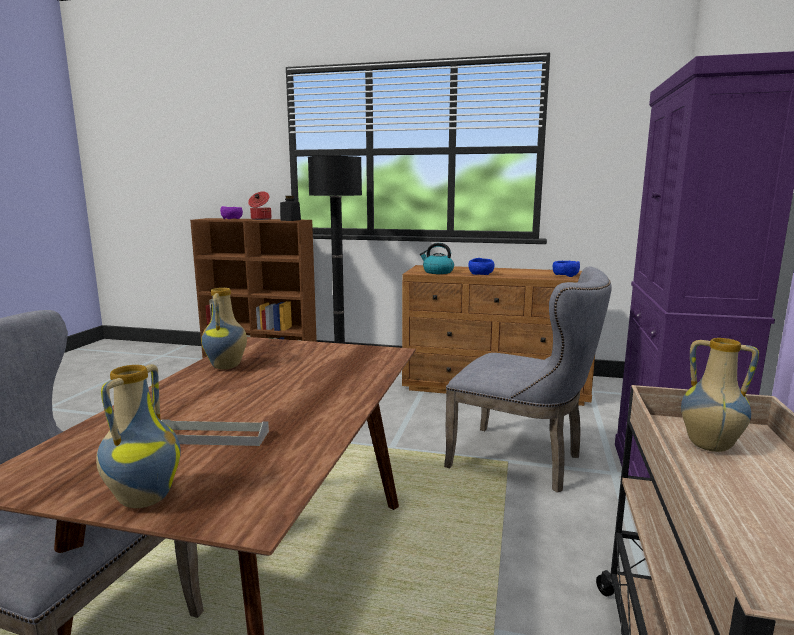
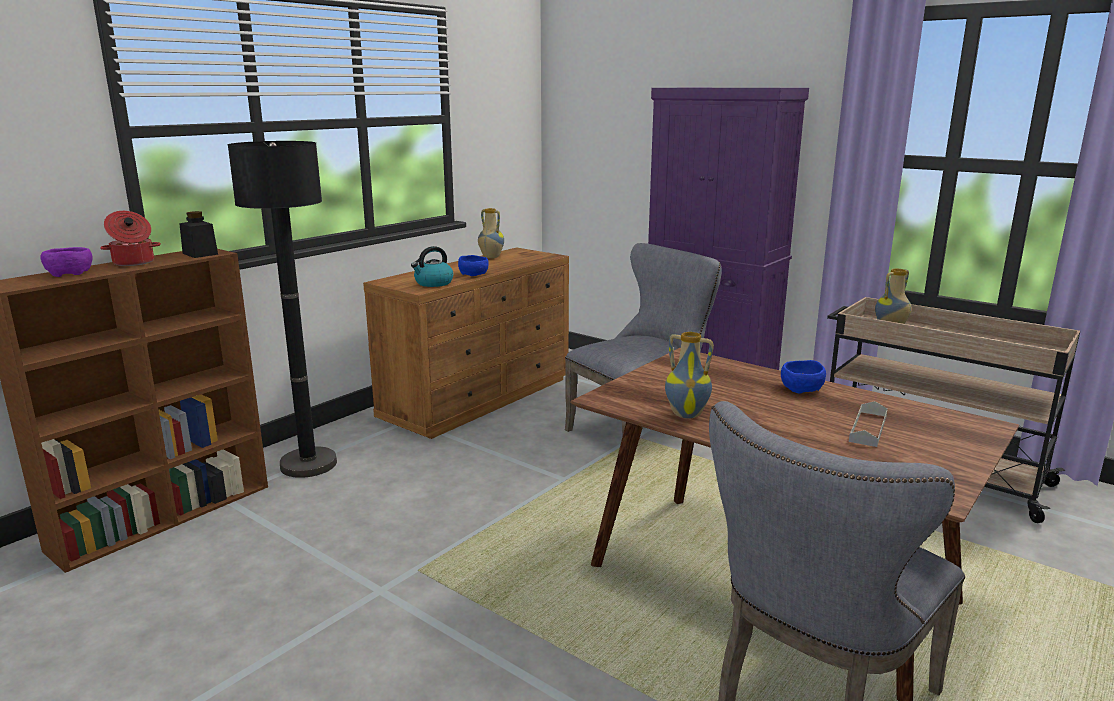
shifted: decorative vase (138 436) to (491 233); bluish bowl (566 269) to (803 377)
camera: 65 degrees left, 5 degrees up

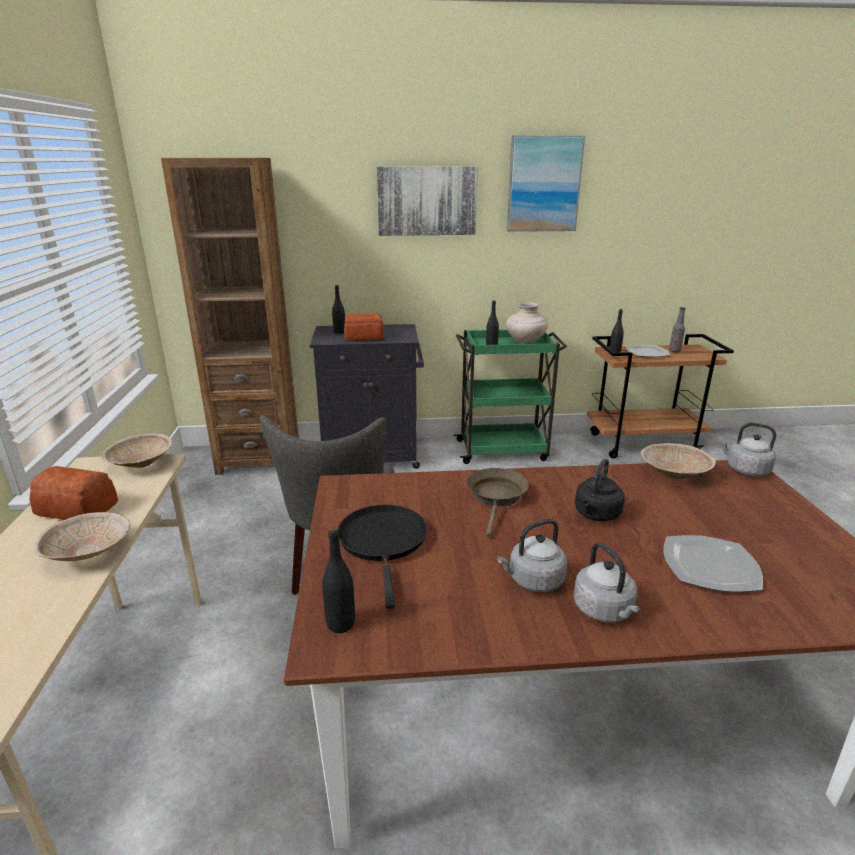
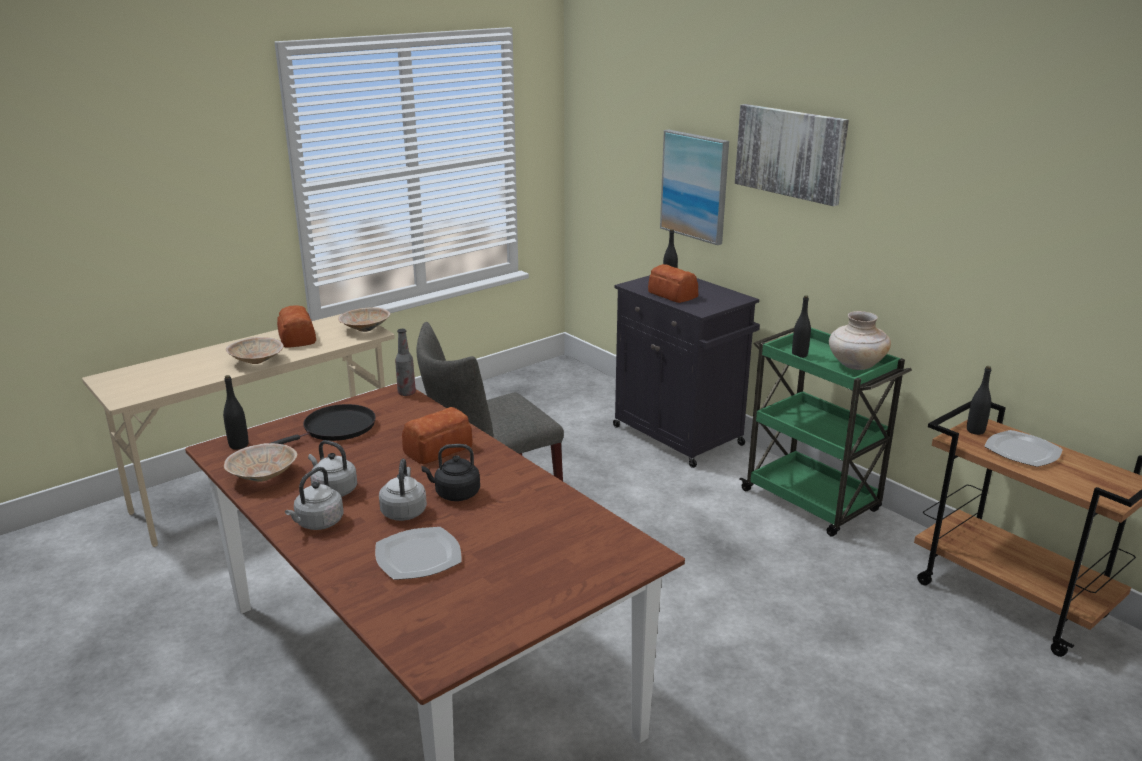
gone: brown shelving unit (230 316)
shifted: beige bowl (678 461) to (261 462); greyish kettle (747 450) to (403 490); drink bottle (677 329) to (405 362); wall picture (546 183) to (694 187)
swapped: brown skillet (498 502) to baked bread (437 435)
camera: 55 degrees right, 0 degrees up

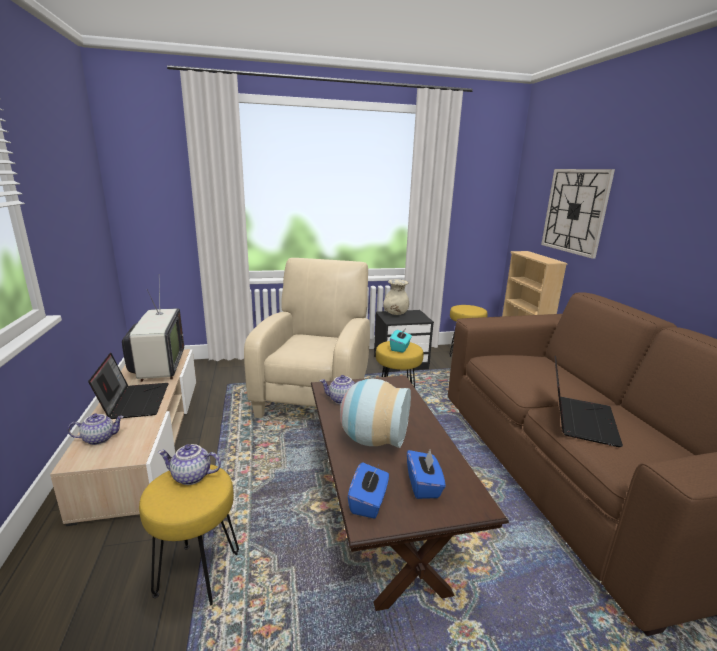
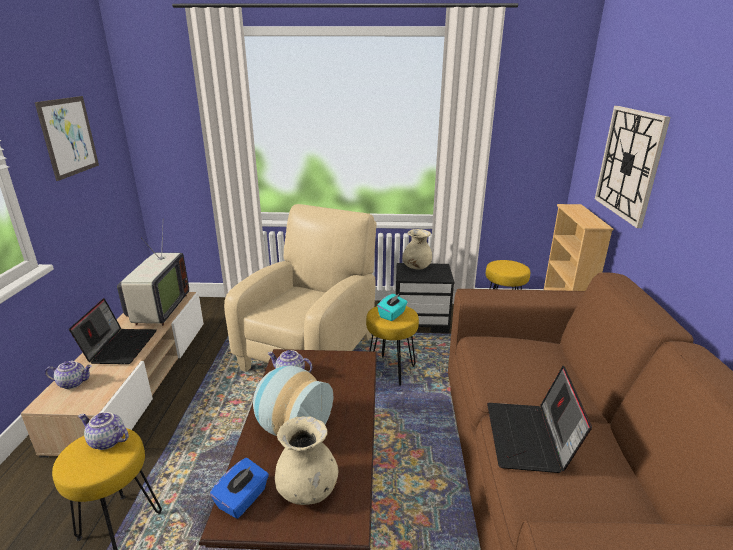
new: wall picture (67 138)
swapped: bluish tissue box (426 474) to beige decorative vase (306 460)
rotated: laptop (589 401) = (539 419) 150 degrees clockwise
camera: 15 degrees right, 5 degrees up

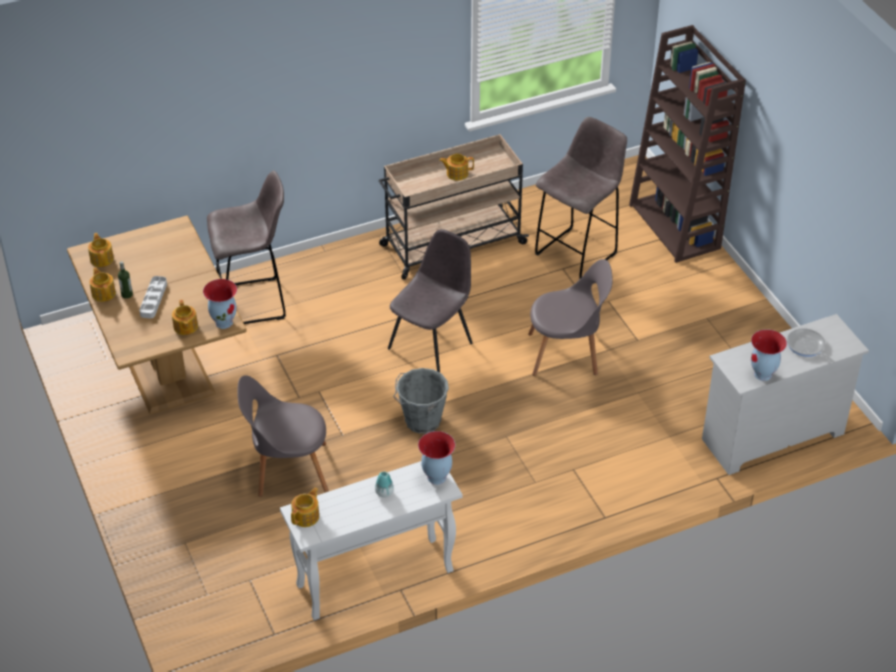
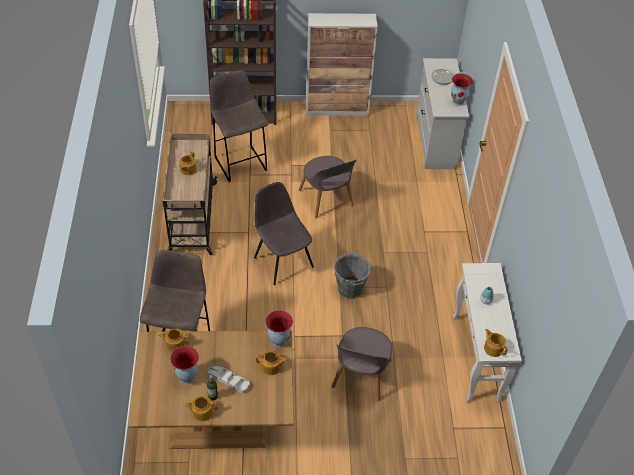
new: storage cabinet (342 64)
shifted: teapot (101 250) to (174 340); decorative vase (436 458) to (184 365)
rotated: greyish chair (570 317) = (328 187) 135 degrees clockwise
camera: 70 degrees left, 5 degrees up

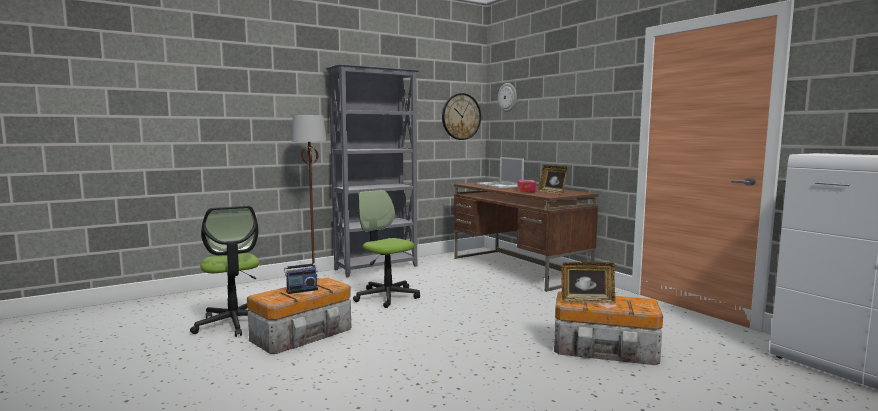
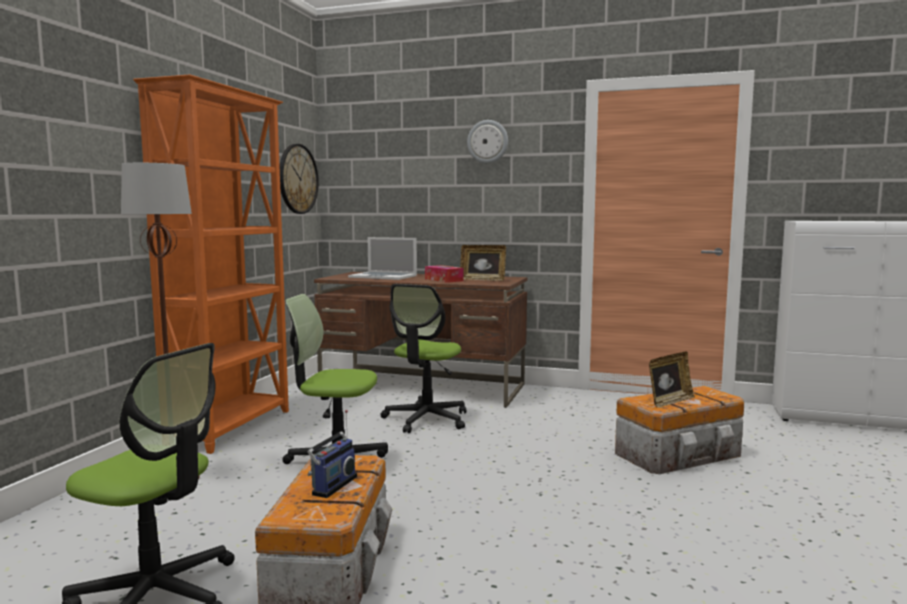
new: computer chair (423 358)
shifted: hanging clock (507 97) to (487 141)
repainted: greyish shelving unit (373 170) to orange shelving unit (211 264)
camera: 40 degrees left, 0 degrees up

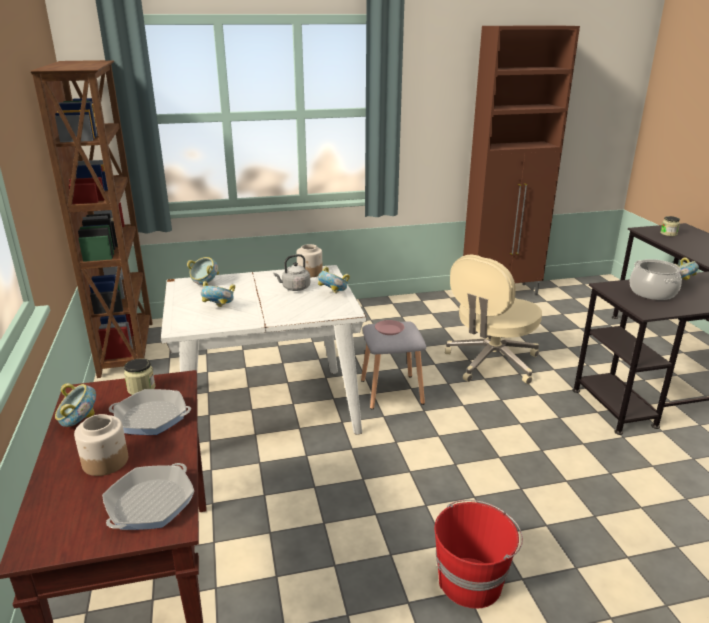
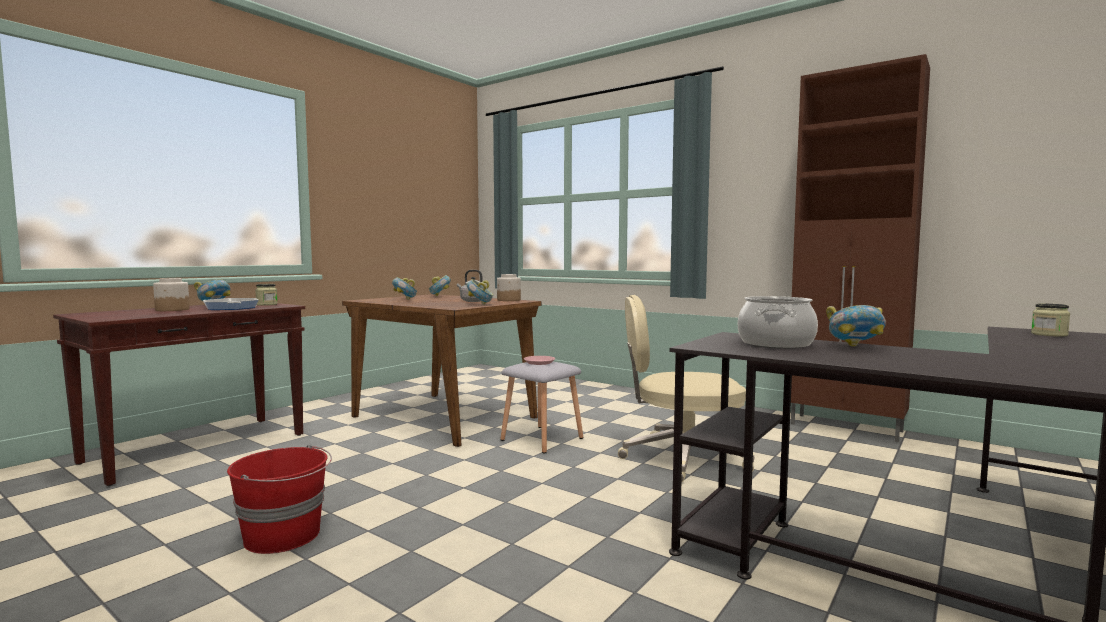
gone: brown shelving unit (91 219); skillet (148 496)
repainted: white-coloured dining table (264 350) to brown dining table (441 370)
camera: 50 degrees right, 20 degrees down

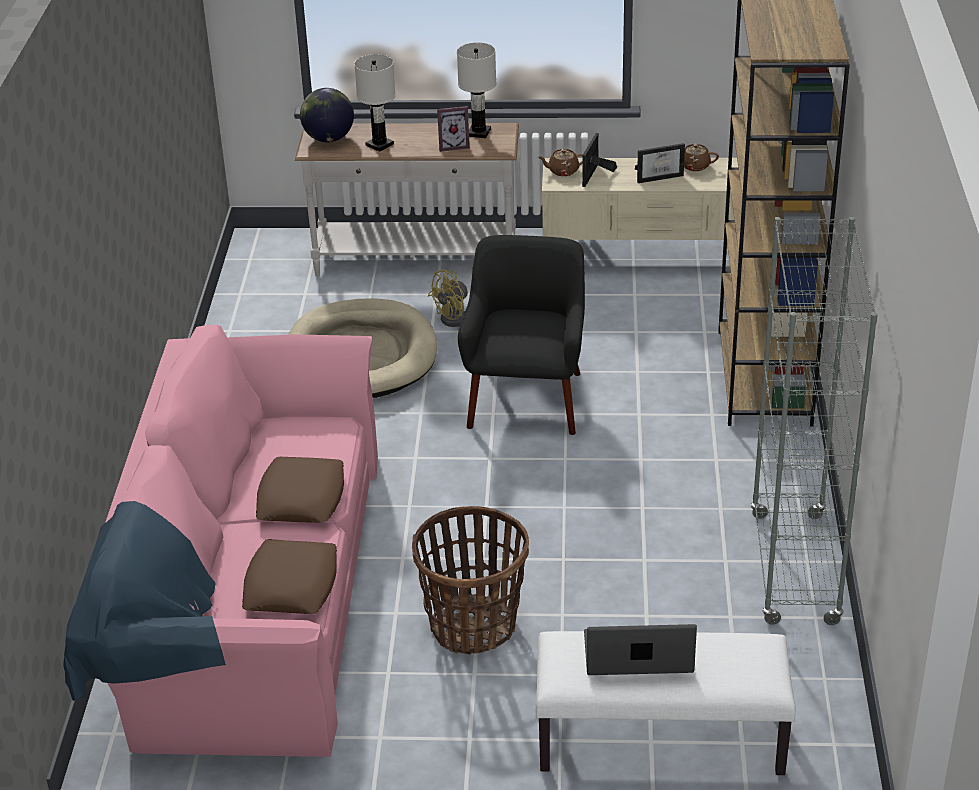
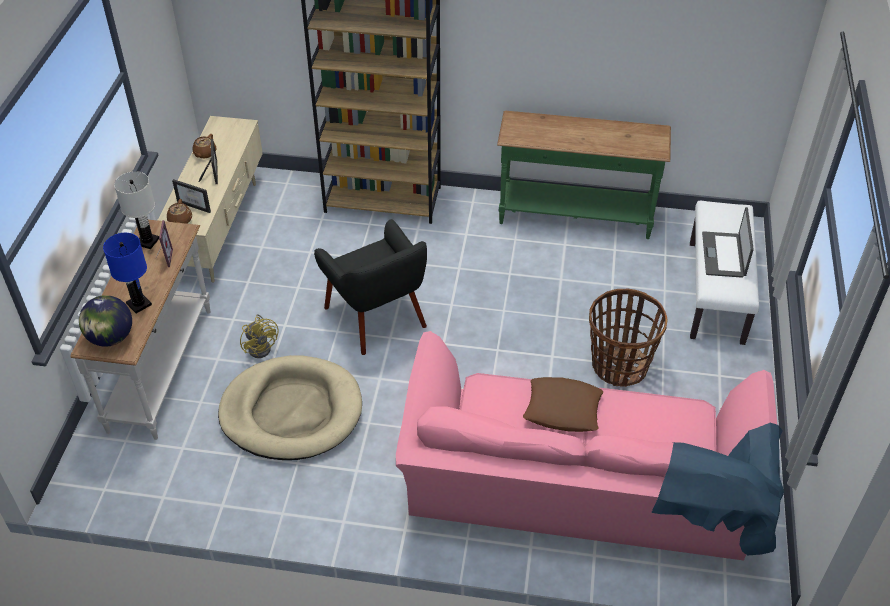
gone: brown throw pillow (289 576)
swapped: greyish shelving unit (814 421) to greenish narrow table (584 175)
repainted: white-coloured lamp for a table (375 103) to bluish lamp for a table (127 273)
rotated: black-coloured lounge chair (521 335) = (370 287) 135 degrees counterclockwise
camera: 85 degrees left, 10 degrees up

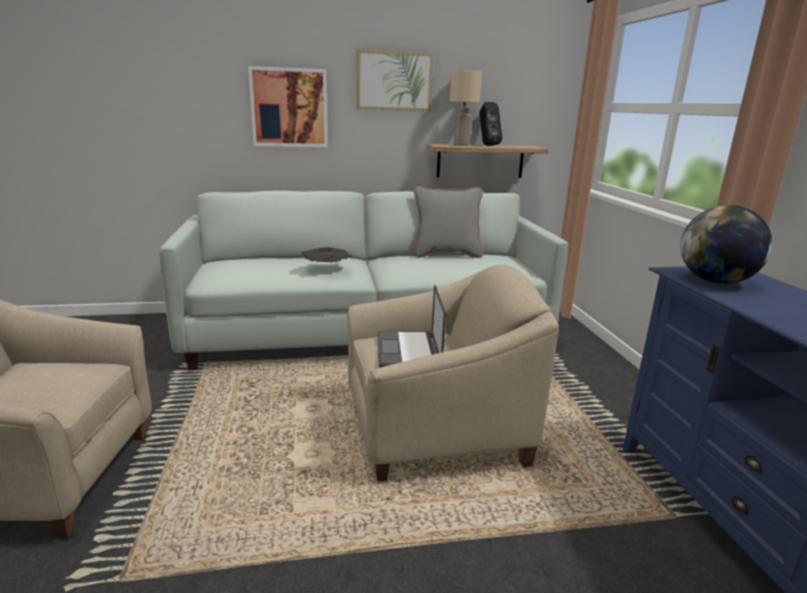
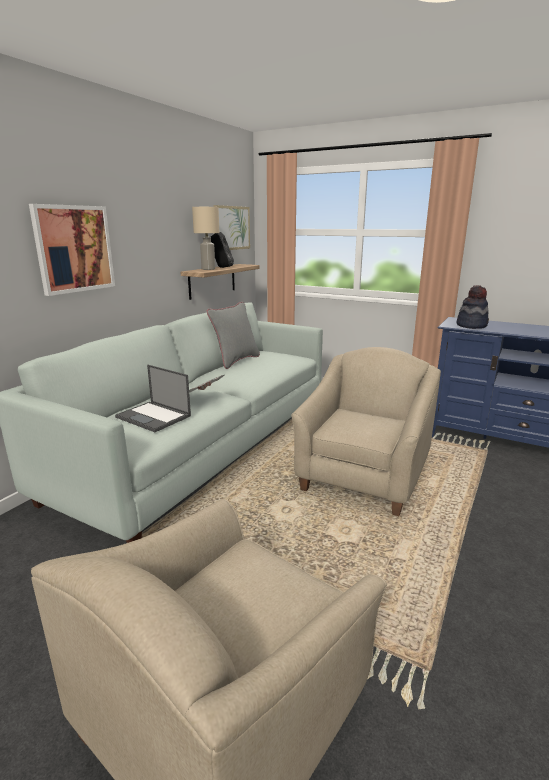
shifted: laptop (412 326) to (153 398); wall picture (395 80) to (231 227)
swapped: globe (726 244) to hat (473 307)
camera: 50 degrees left, 0 degrees up

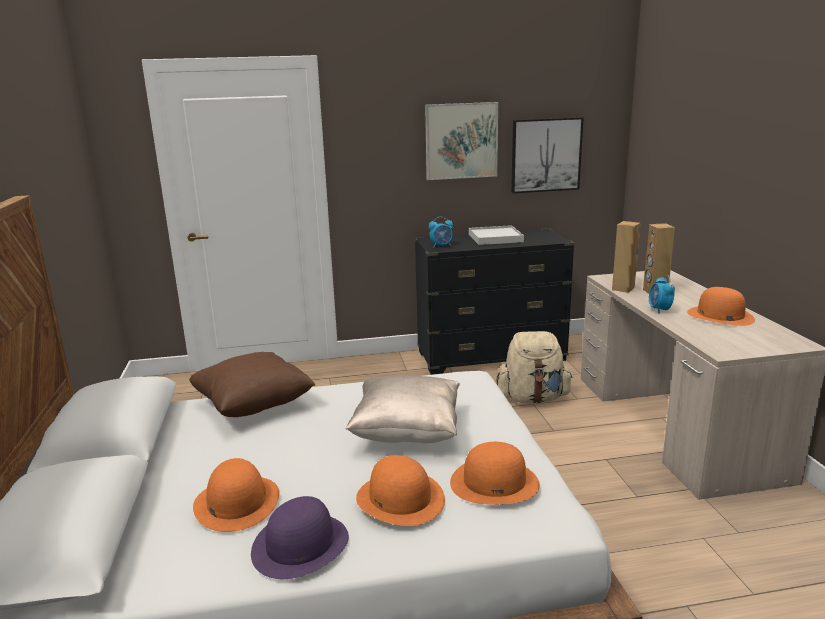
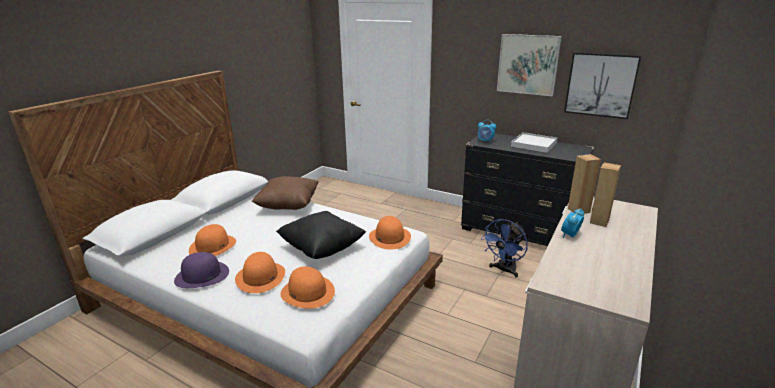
shifted: orange hat (721 306) to (390 233)
swapped: beige rucksack (534 367) to bluish fan (504 248)
repainted: beige throw pillow (402 409) to black-coloured throw pillow (321 235)
camera: 40 degrees right, 5 degrees up

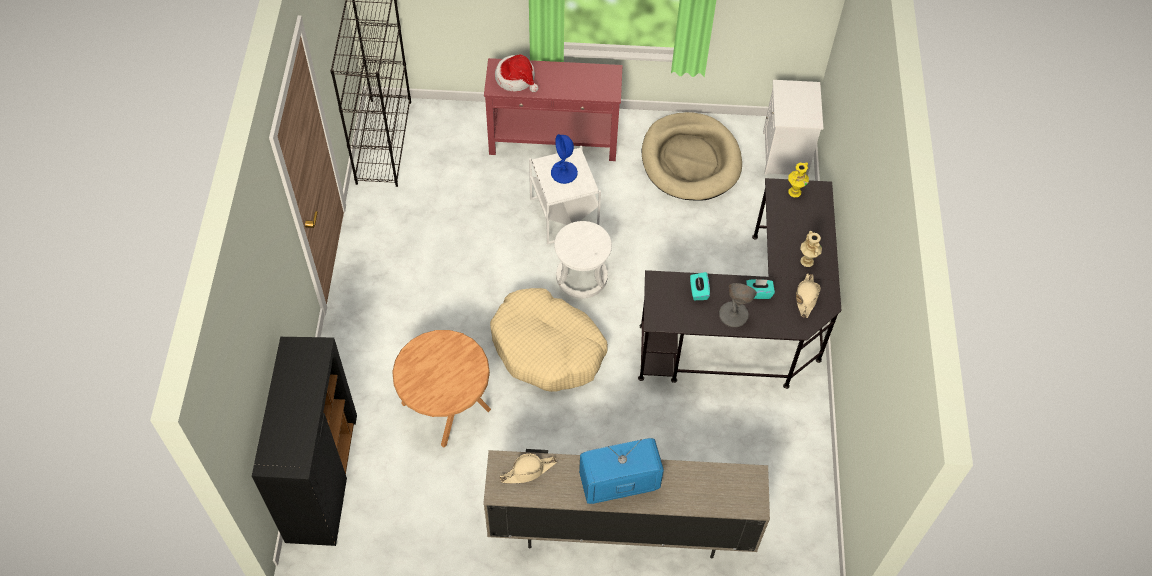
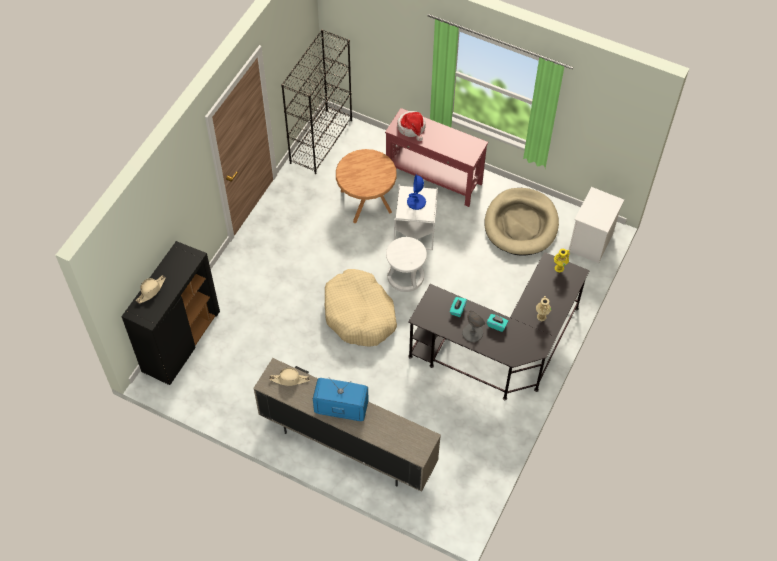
shifted: beige hat (808 295) to (151 289); brown end table (441 389) to (366 186)
camera: 25 degrees right, 0 degrees up

